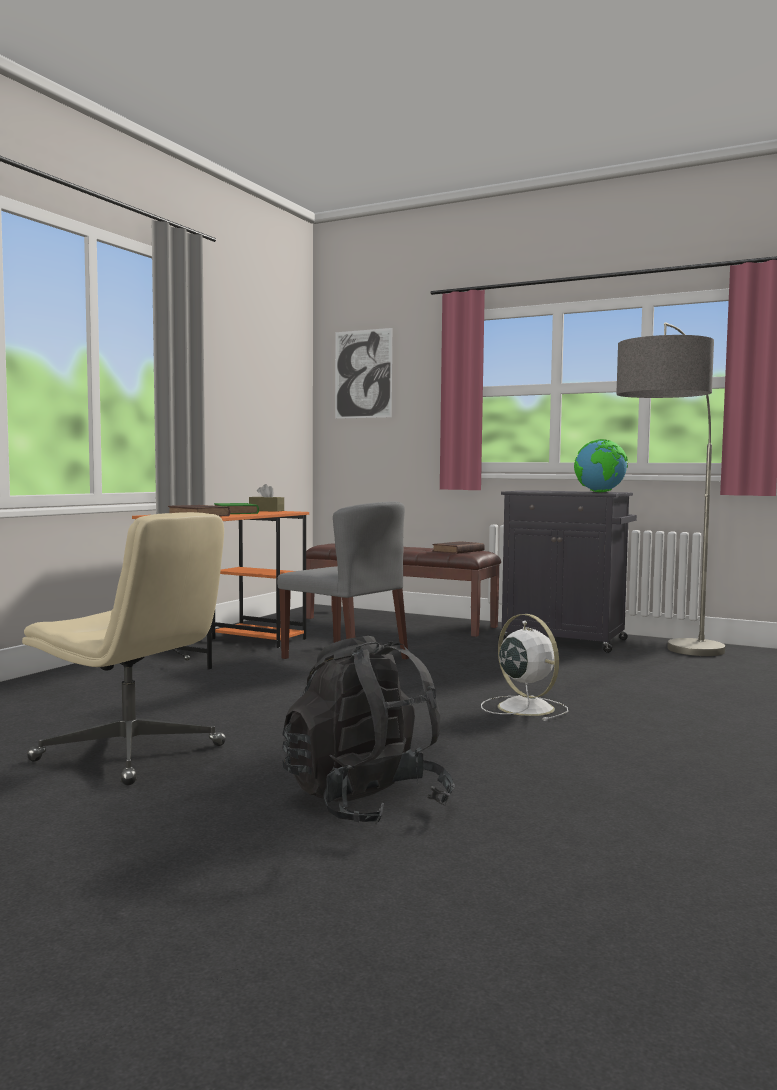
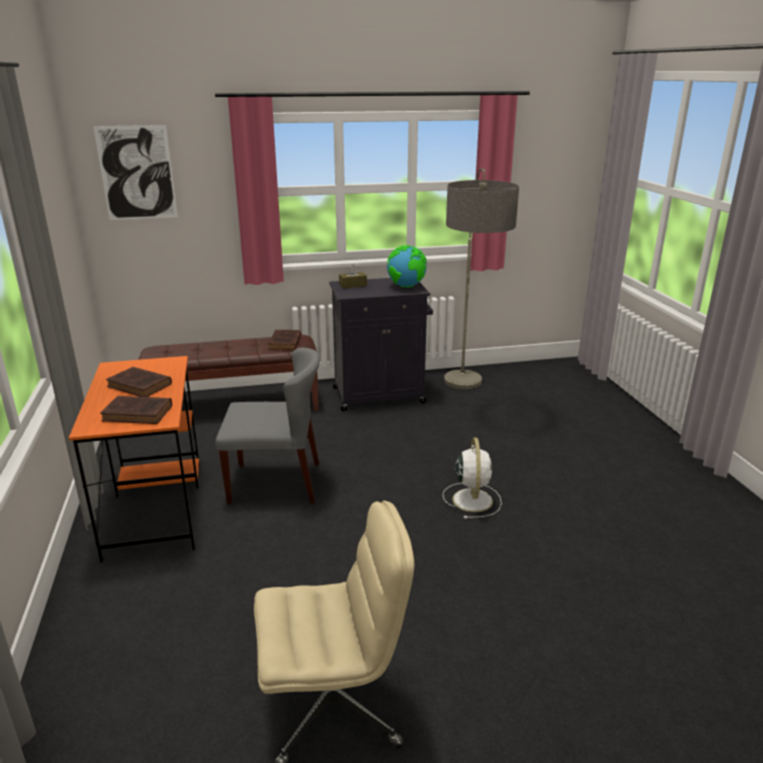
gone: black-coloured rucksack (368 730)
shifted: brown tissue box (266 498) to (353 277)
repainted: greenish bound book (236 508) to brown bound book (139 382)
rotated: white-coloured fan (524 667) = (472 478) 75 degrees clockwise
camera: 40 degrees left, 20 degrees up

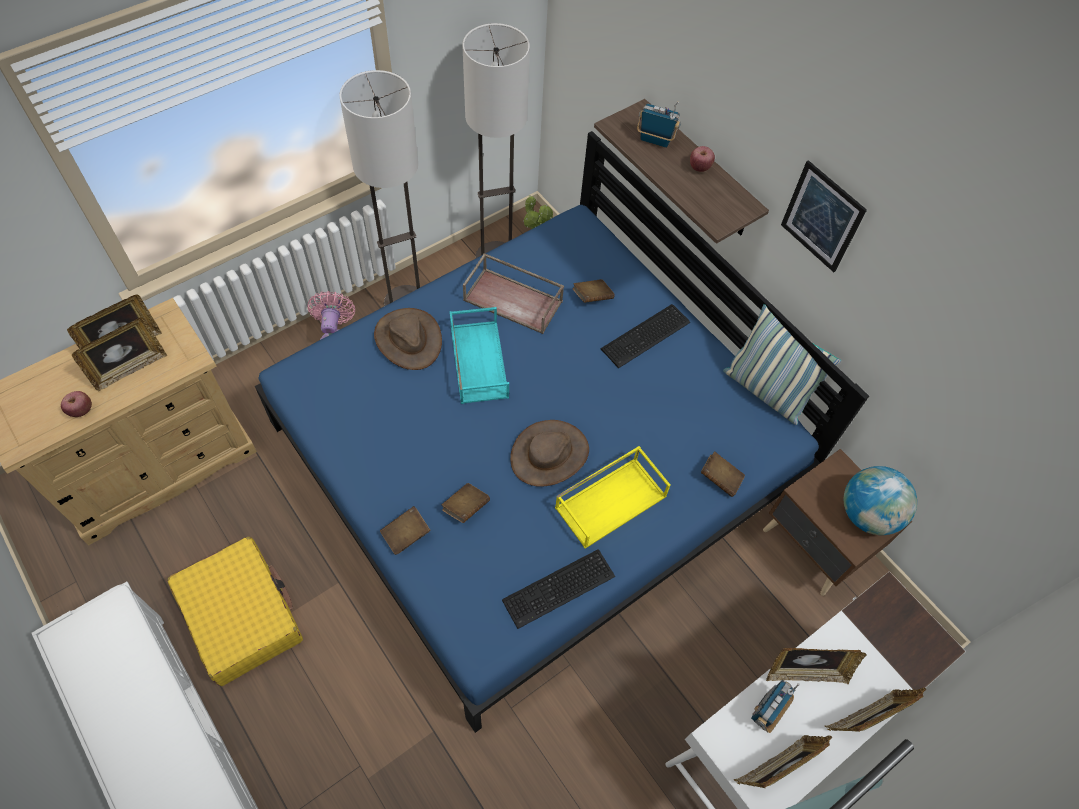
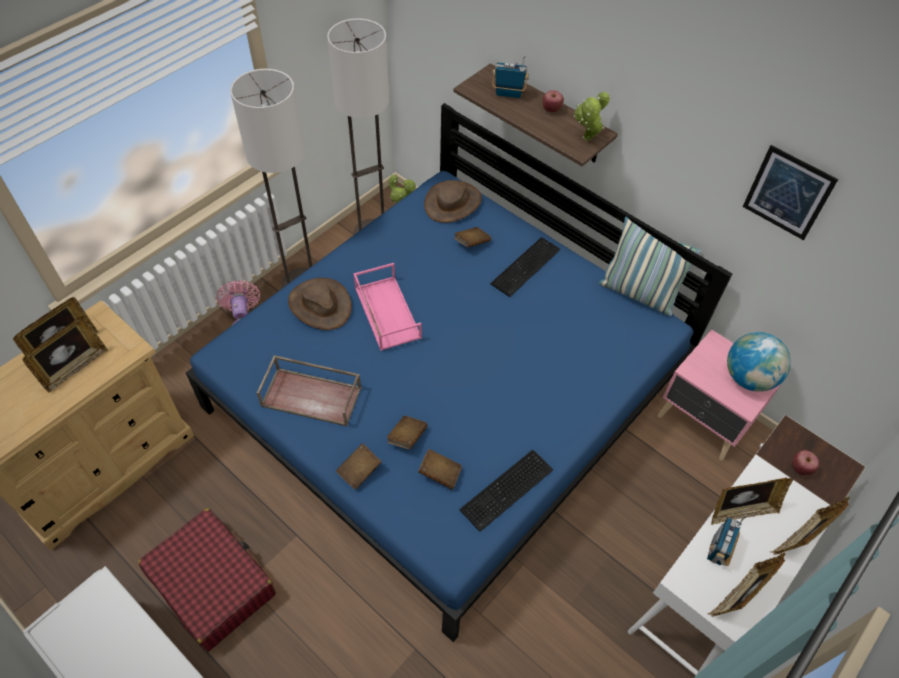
gone: yellowish tray (613 497)
new: potted plant (592 116)
shifted: brown tray (513 293) to (309 390); brown bound book (723 474) to (440 469); brown hat (549 453) to (453 201); wall picture (824 216) to (790 192); whole apple (76 404) to (805 462)
repainted: yellowish piece of luggage (235 611) to red-coloured piece of luggage (207 580); turquoise tray (479 355) to pink-coloured tray (387 307); brown bedside table (837 522) to pink-coloured bedside table (720 395)
camera: 10 degrees left, 5 degrees down

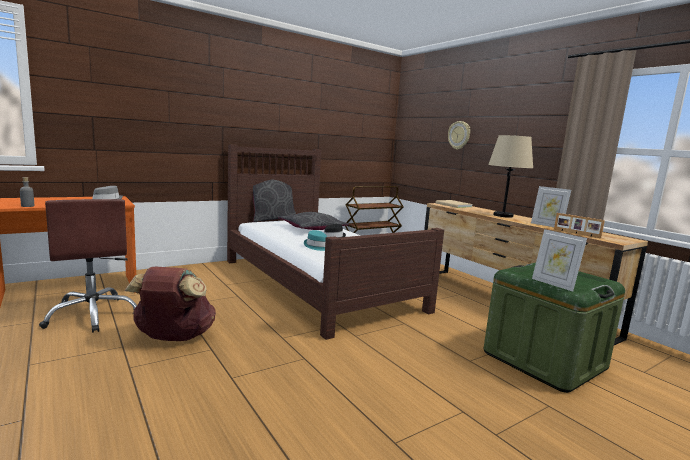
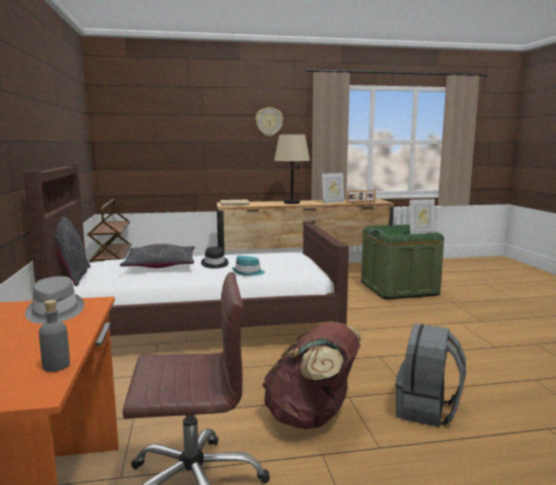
new: greyish rucksack (430 375)
shifted: hanging clock (459 135) to (269 121)
camera: 65 degrees left, 0 degrees up

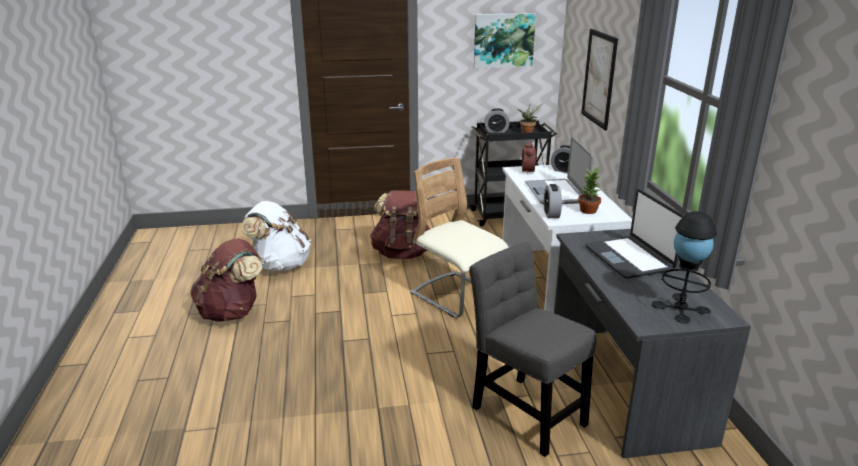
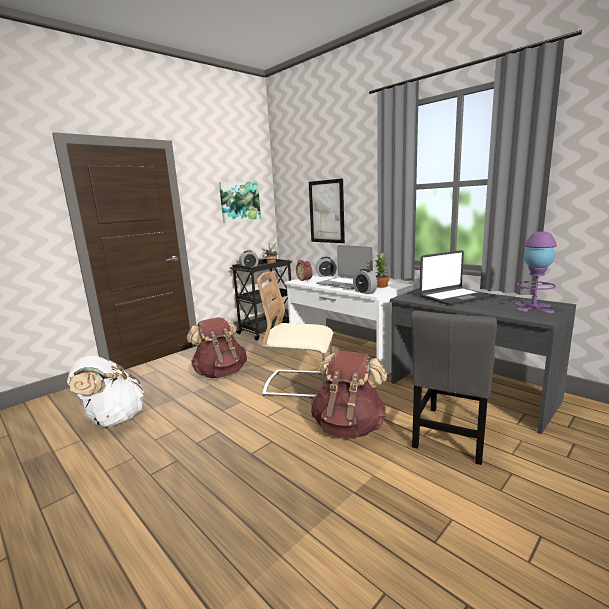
shifted: brown rucksack (226 280) to (349 395)
repainted: black-coloured lamp for a table (684 267) to purple lamp for a table (536 272)
rotated: greyish chair (532 349) = (454 387) 75 degrees counterclockwise; laptop (634 233) = (456 278) 60 degrees counterclockwise
camera: 35 degrees left, 10 degrees down

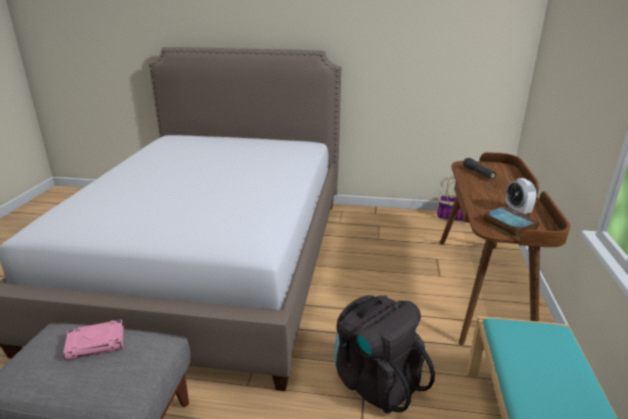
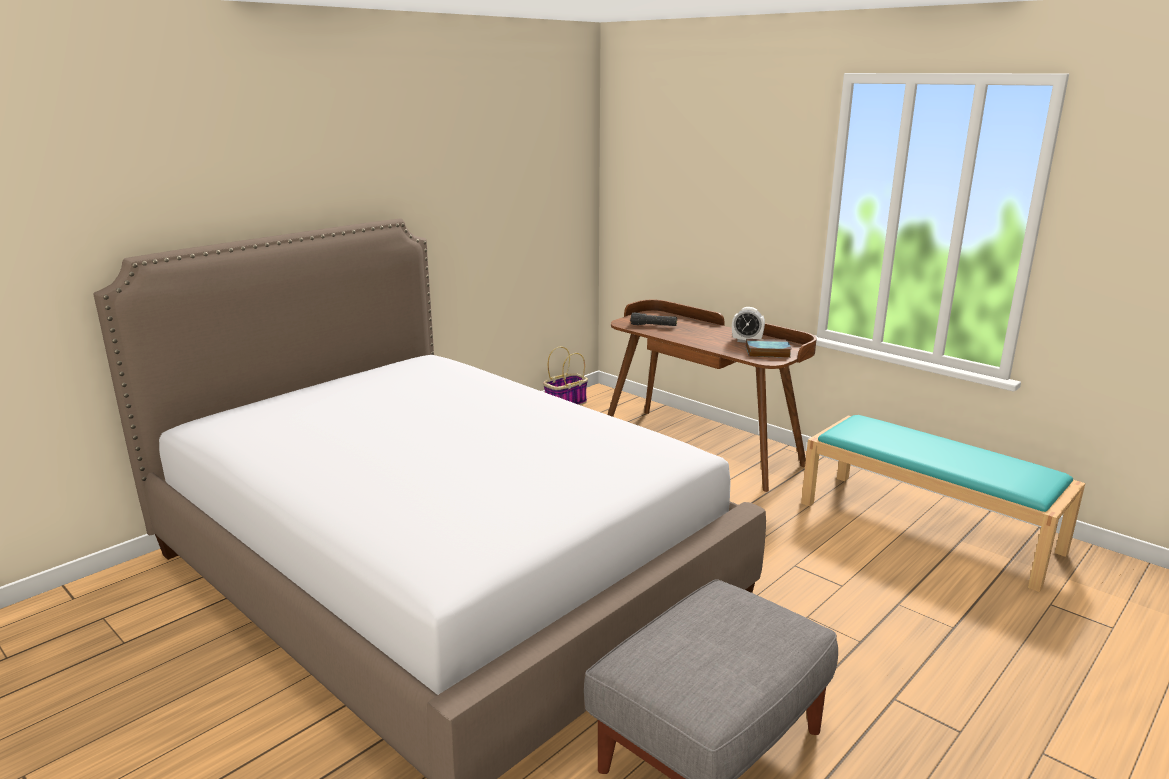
gone: pink-coloured bound book (93 340); black-coloured rucksack (385 354)
camera: 55 degrees left, 5 degrees down

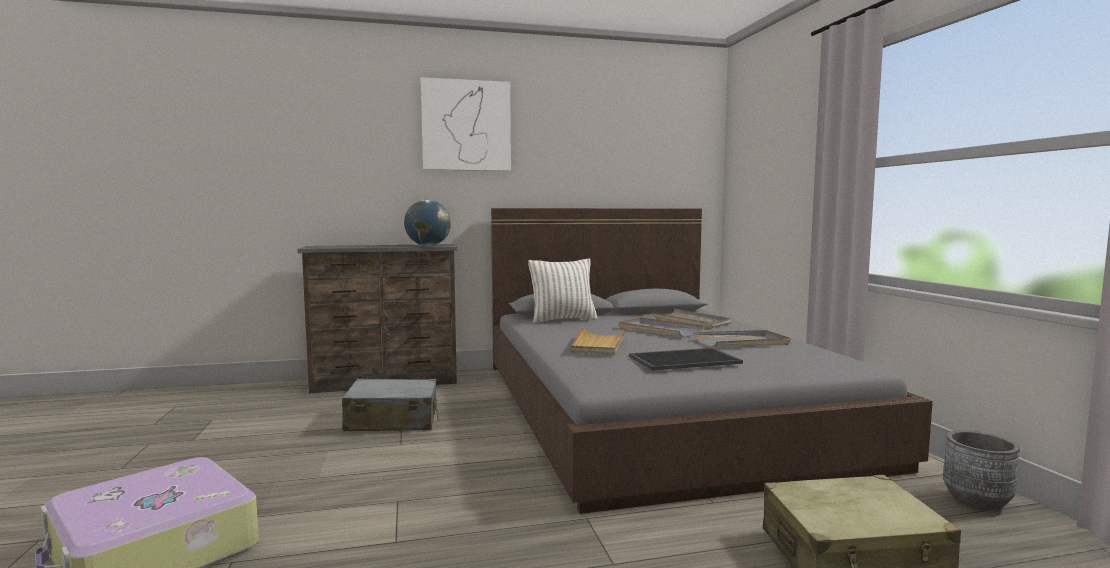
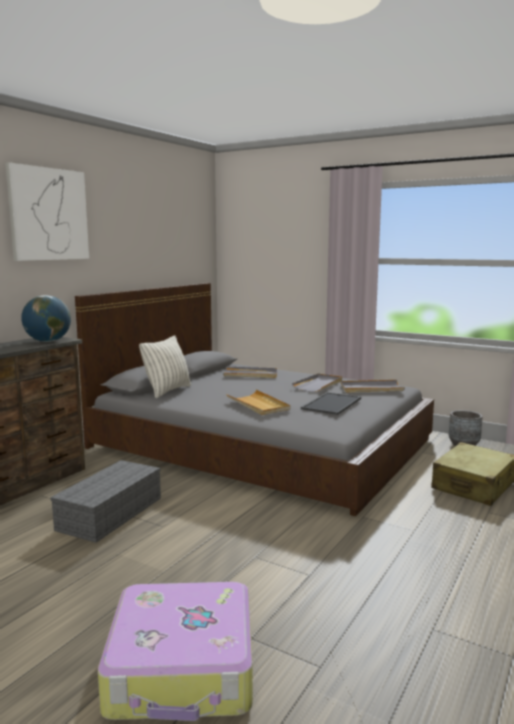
shifted: greyish tray (661 327) to (373 386)
swapped: greyish piece of luggage (389 405) to greyish storage container (105 501)
camera: 45 degrees left, 5 degrees up

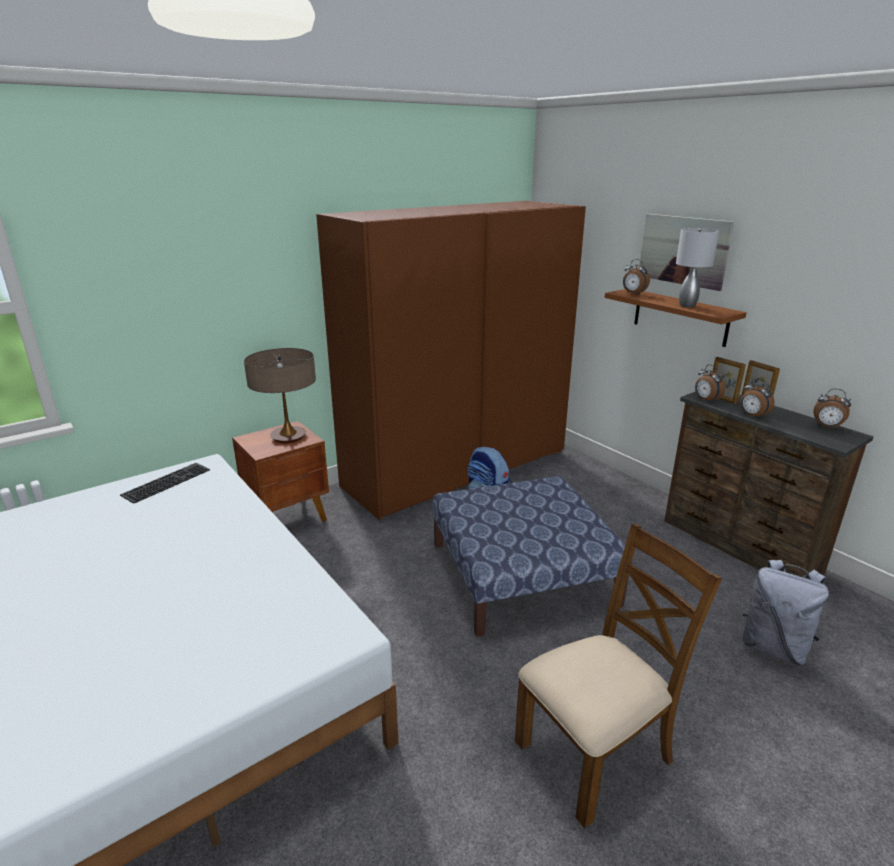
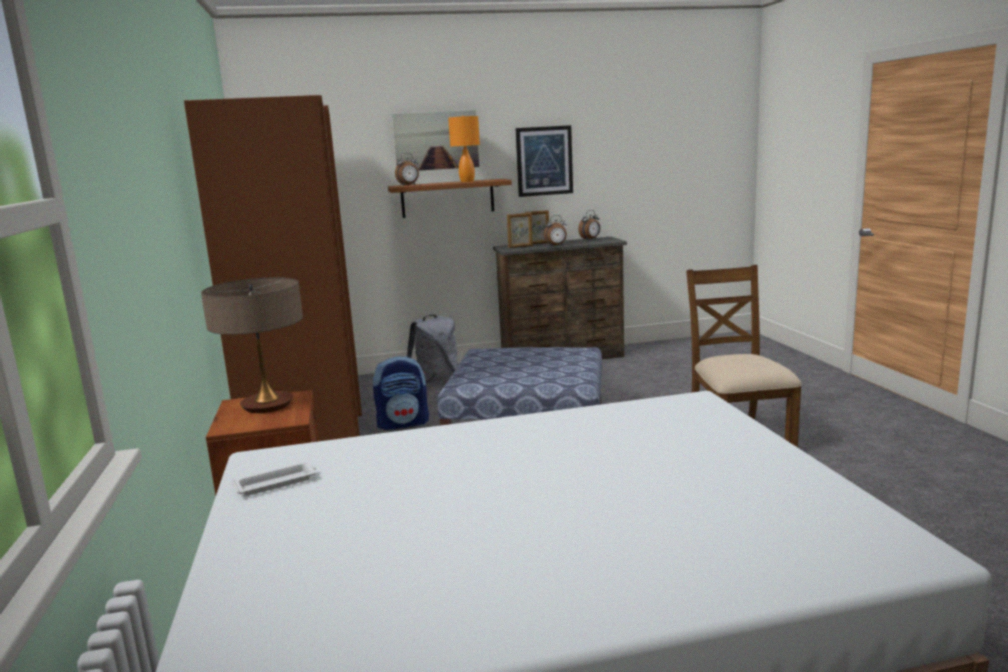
gone: bedside clock (710 383)
new: wall picture (544 161)
shifted: greyish rucksack (785 612) to (432 349)
swapped: computer keyboard (165 483) to white-coloured tray (274 479)
repainted: greyish lamp for a table (697 268) to orange lamp for a table (464 149)
camera: 65 degrees left, 10 degrees down

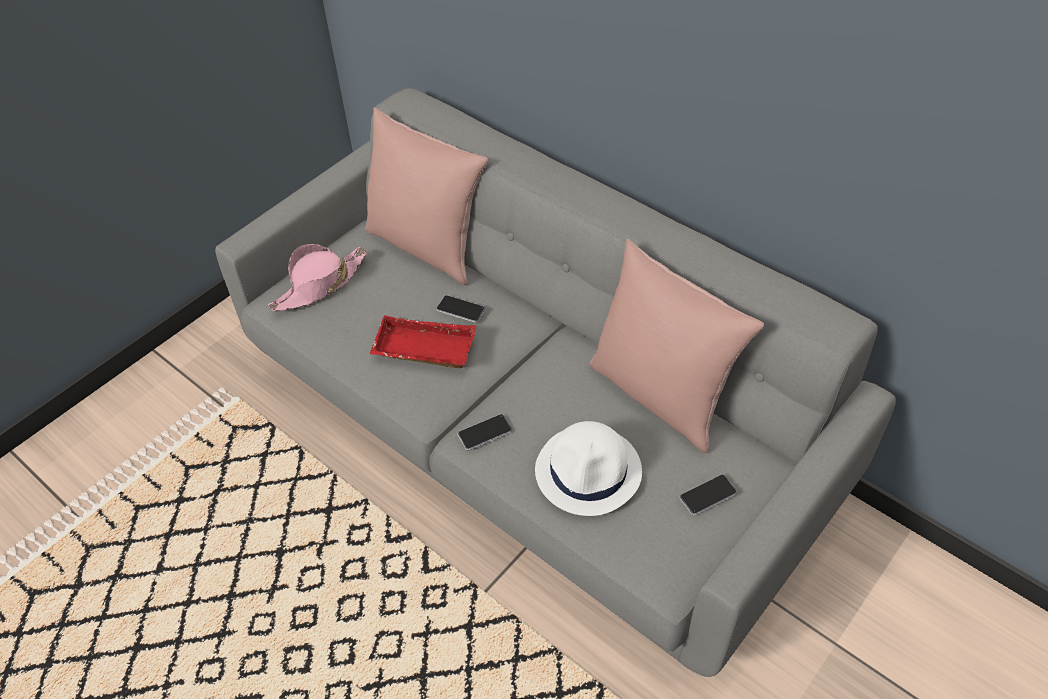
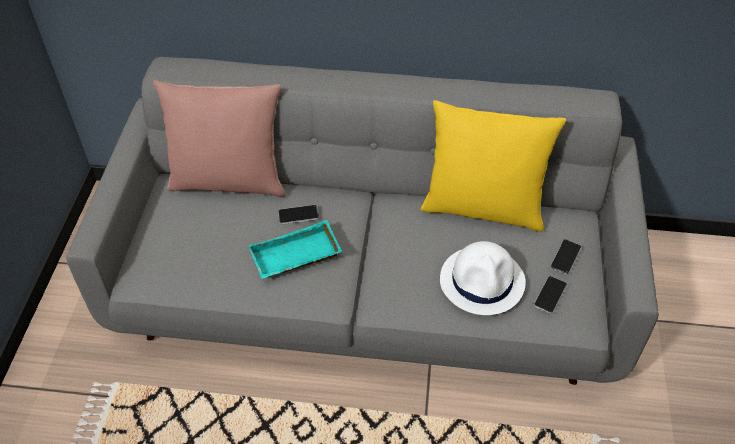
gone: pink-coloured hat (317 277)
shifted: handset (485 432) to (550 295)
repainted: red-coloured tray (422 341) to turquoise tray (295 249); pink-coloured throw pillow (677 346) to yellowish throw pillow (493 166)
camera: 35 degrees left, 0 degrees up

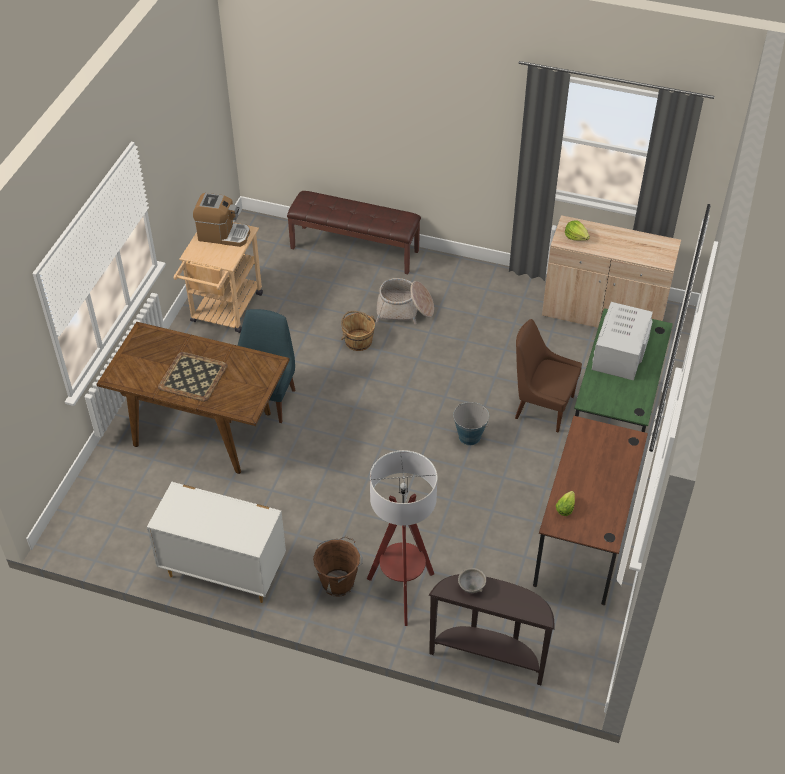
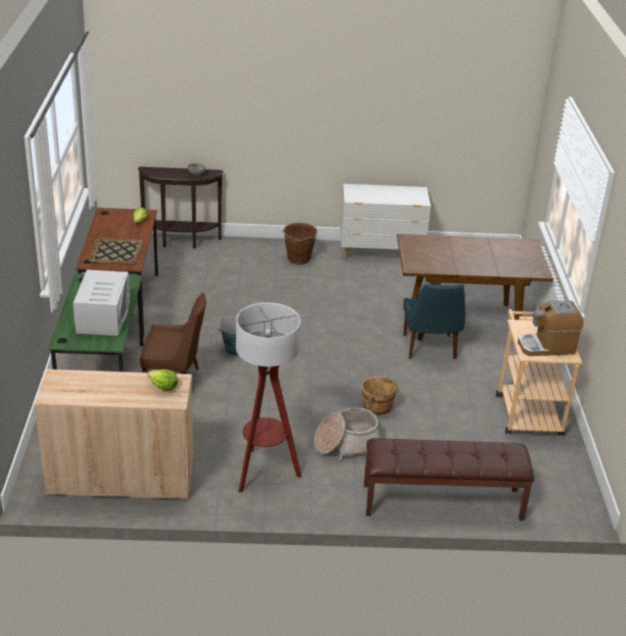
shifted: tray (193 377) to (115 251); floor lamp (402 538) to (269 397)
camera: 160 degrees right, 15 degrees down

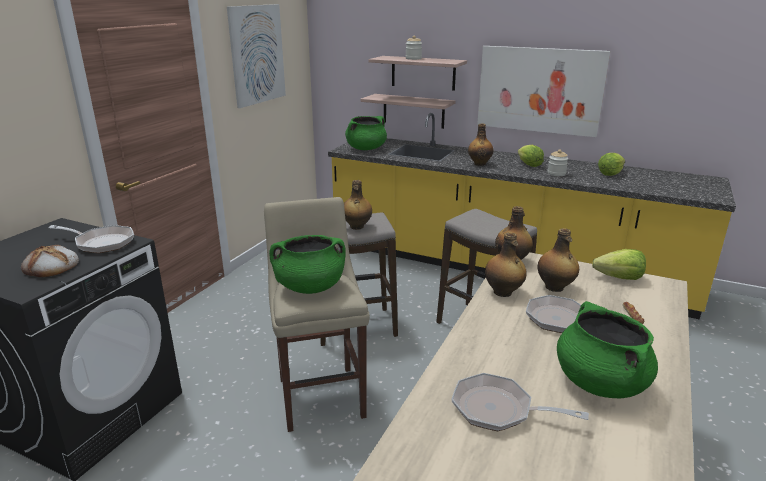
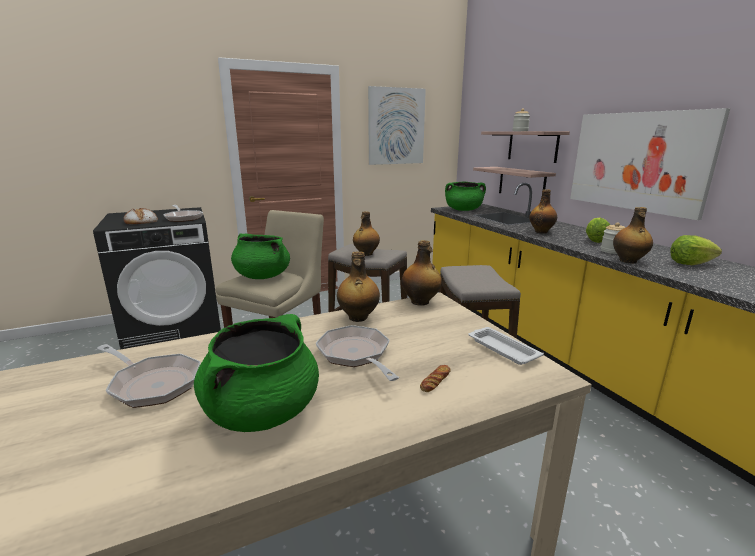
shifted: drink bottle (558 260) to (633 235)
swapped: head of lettuce (619 264) to white-coloured tray (506 346)
rotated: skillet (520 402) = (148 376) 150 degrees clockwise
camera: 40 degrees right, 5 degrees down

